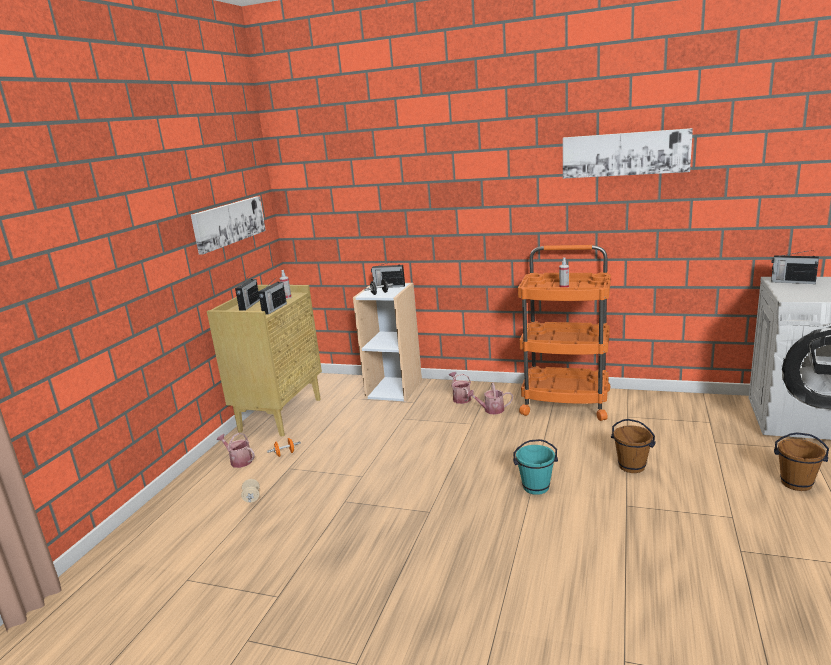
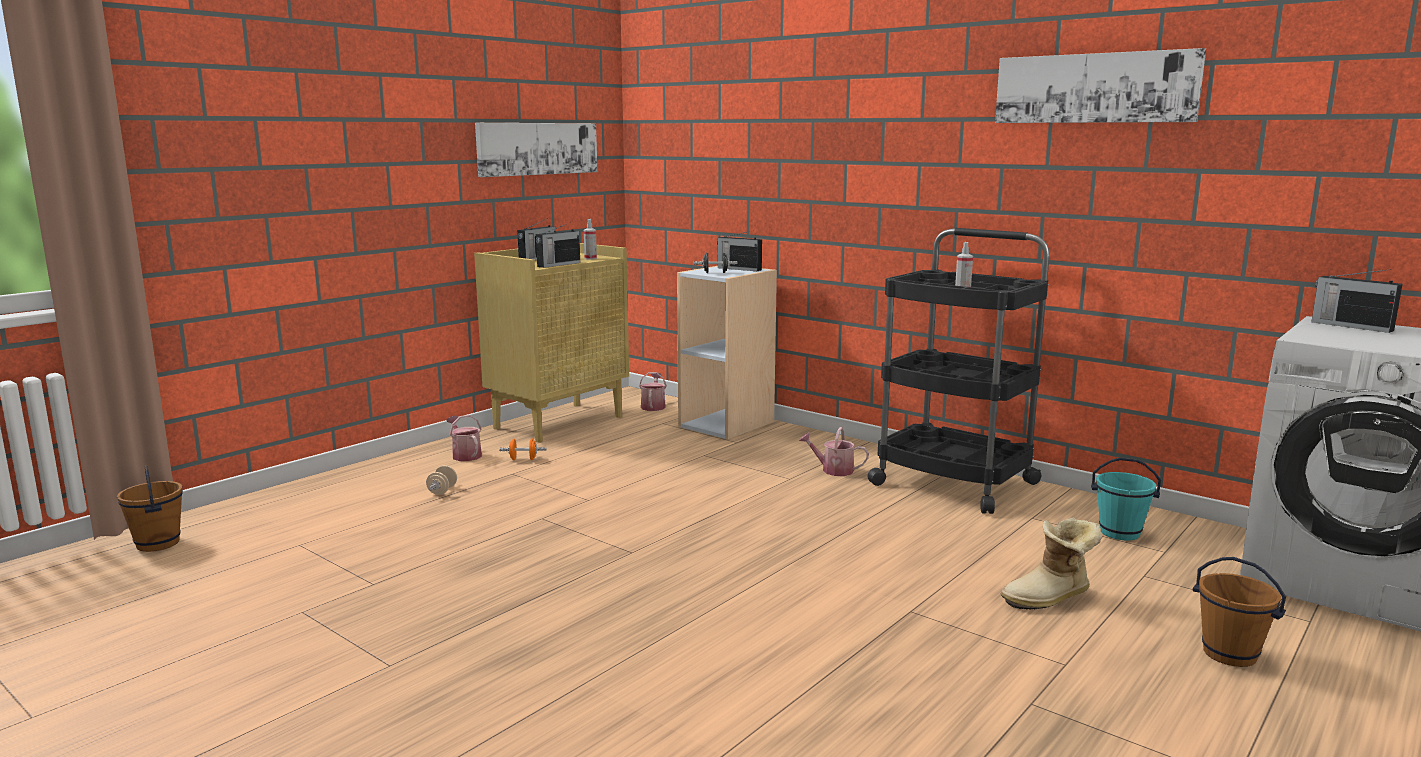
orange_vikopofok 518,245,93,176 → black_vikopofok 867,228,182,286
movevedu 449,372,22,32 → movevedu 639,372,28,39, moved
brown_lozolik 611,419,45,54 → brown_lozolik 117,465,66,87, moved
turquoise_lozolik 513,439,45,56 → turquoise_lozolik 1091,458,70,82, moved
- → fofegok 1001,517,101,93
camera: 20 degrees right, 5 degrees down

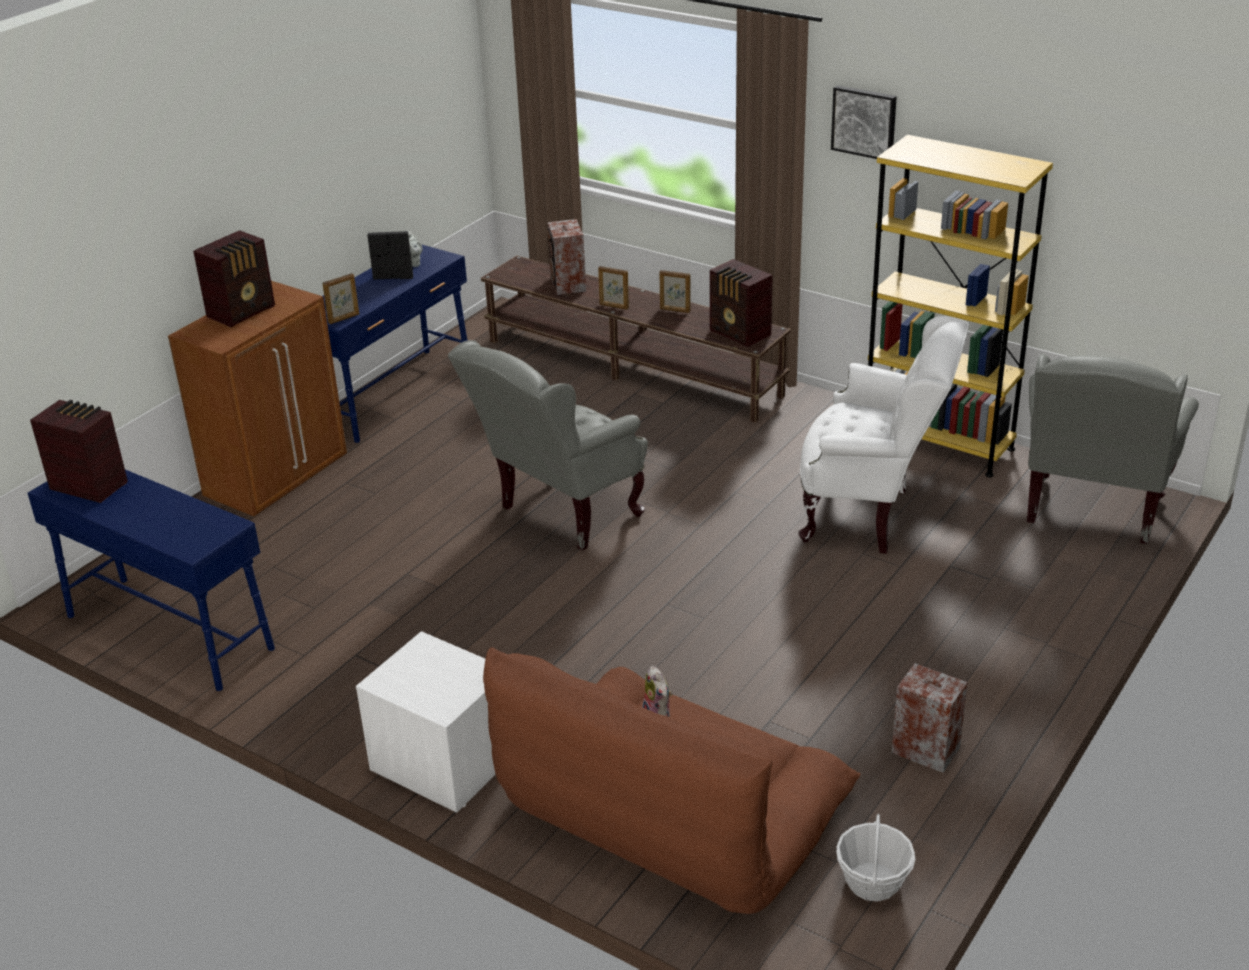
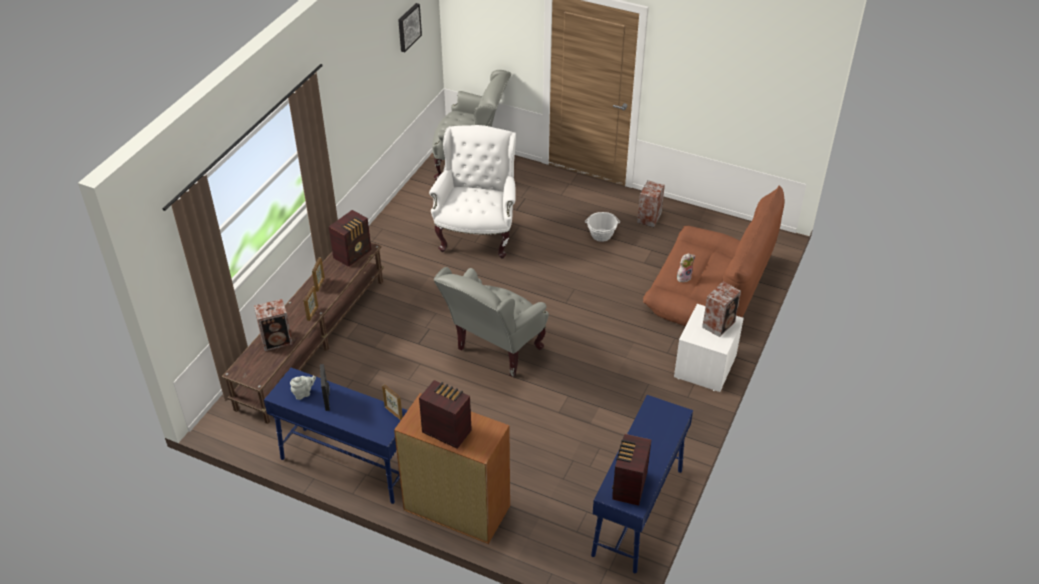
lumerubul 831,85,66,74 → lumerubul 398,3,24,49, moved
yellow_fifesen 868,135,185,342 → -
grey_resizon 448,340,200,211 → grey_resizon 434,267,115,110, 90 degrees clockwise
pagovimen 836,814,79,87 → pagovimen 585,212,35,30, moved
- → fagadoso 702,281,39,56
camera: 100 degrees left, 10 degrees up

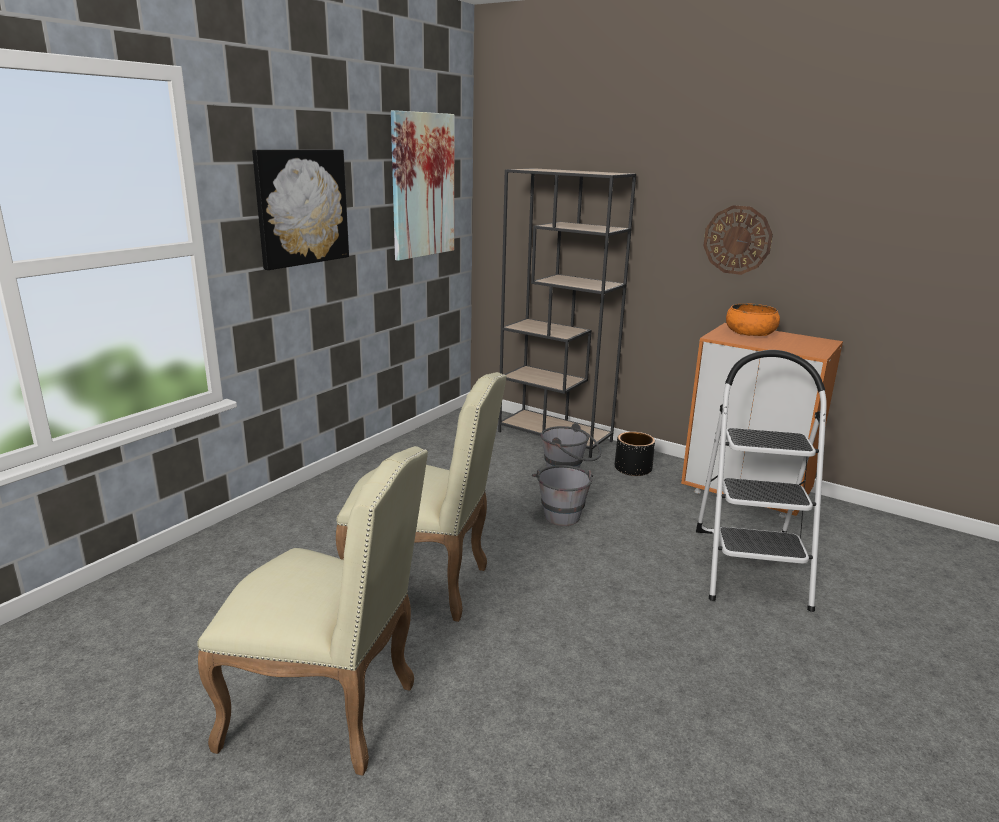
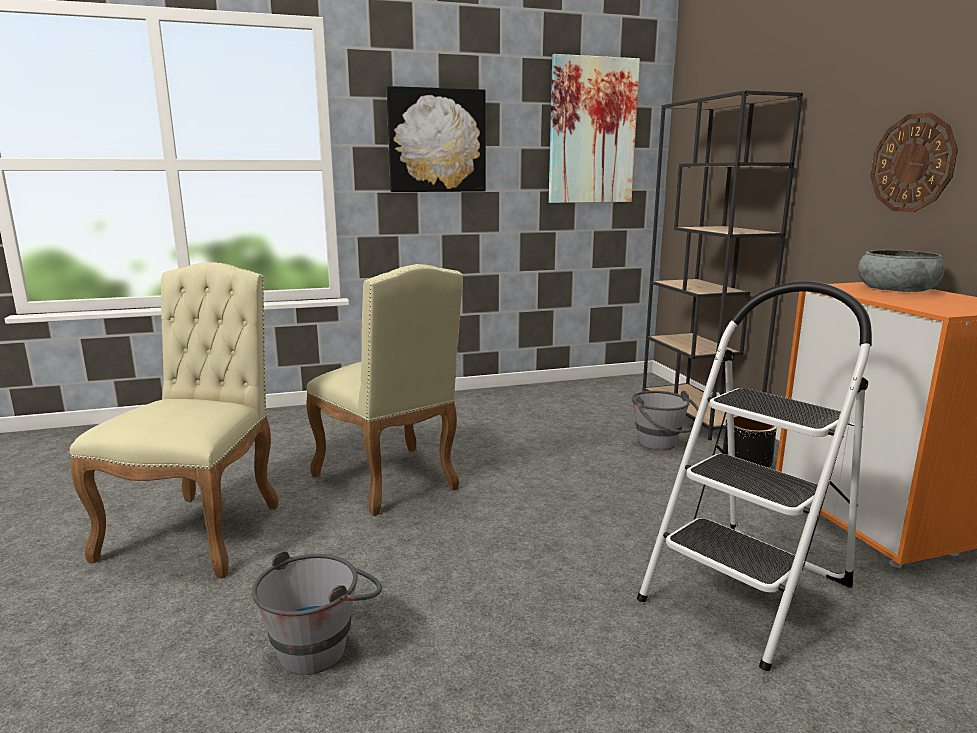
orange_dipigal 726,303,54,33 → grey_dipigal 858,250,87,42
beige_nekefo 197,446,231,330 → beige_nekefo 70,262,209,316, 135 degrees counterclockwise
grey_lozolik 532,465,61,61 → grey_lozolik 252,551,130,124, moved
camera: 40 degrees right, 5 degrees down

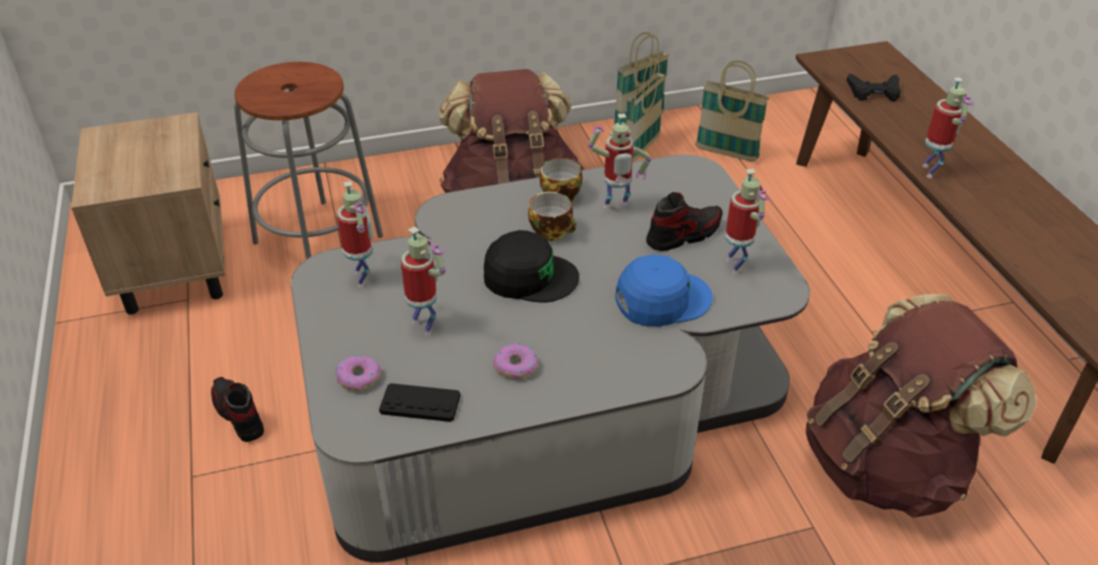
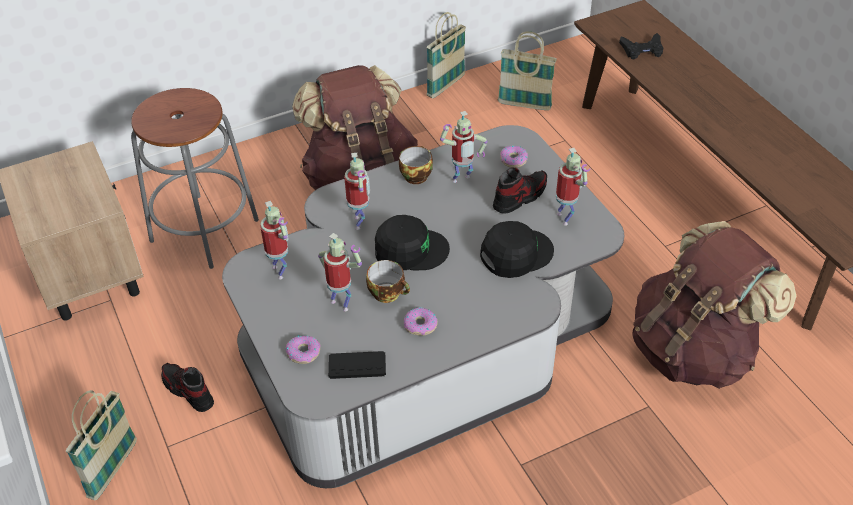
pagovimen 626,56,39,106 → pagovimen 66,390,71,111, moved
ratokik 923,78,51,100 → ratokik 344,153,26,77, moved
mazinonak 528,192,48,49 → mazinonak 366,260,44,43, moved
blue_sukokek 615,255,98,72 → black_sukokek 480,221,74,57
- → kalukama 500,146,28,22
camera: 10 degrees left, 5 degrees up

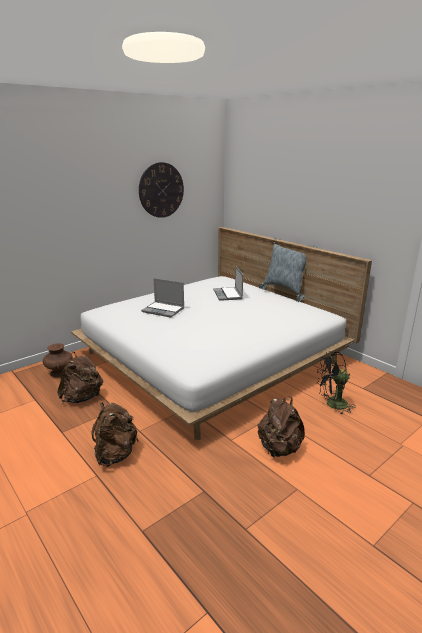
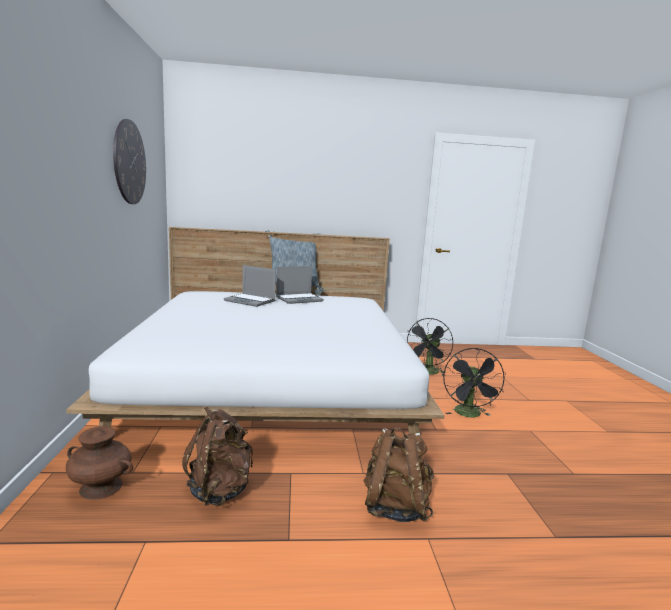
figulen 141,278,44,40 → figulen 276,266,48,38, moved
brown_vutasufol 258,397,47,60 → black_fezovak 443,348,63,69
camera: 55 degrees left, 10 degrees down

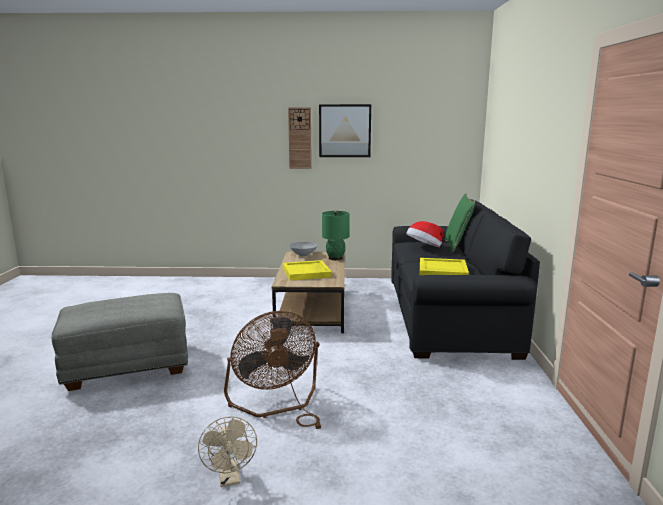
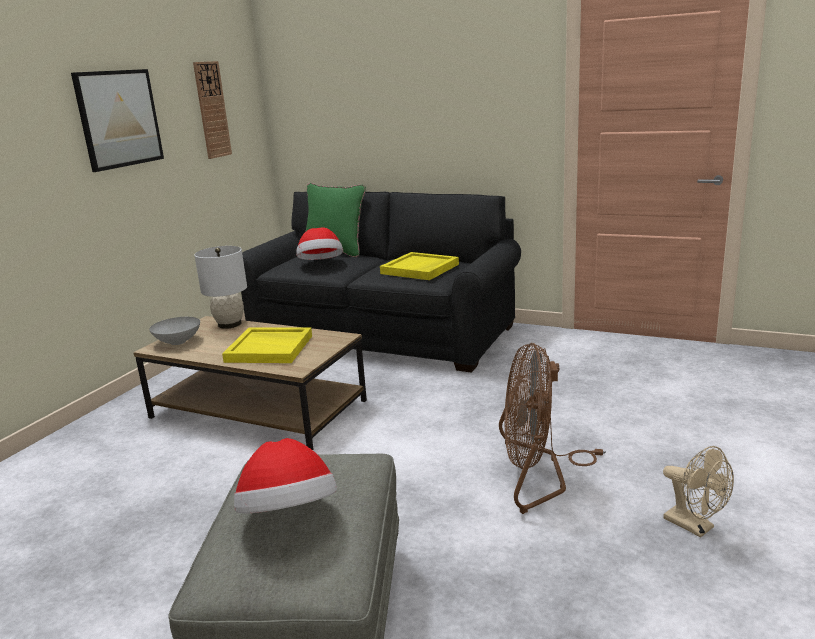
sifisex 288,107,24,62 → sifisex 193,61,39,98, moved
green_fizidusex 322,211,28,49 → white_fizidusex 194,246,53,83
beige_fezovak 198,416,59,71 → beige_fezovak 663,446,71,92, 45 degrees clockwise
- → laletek 234,438,103,75
camera: 65 degrees left, 5 degrees up

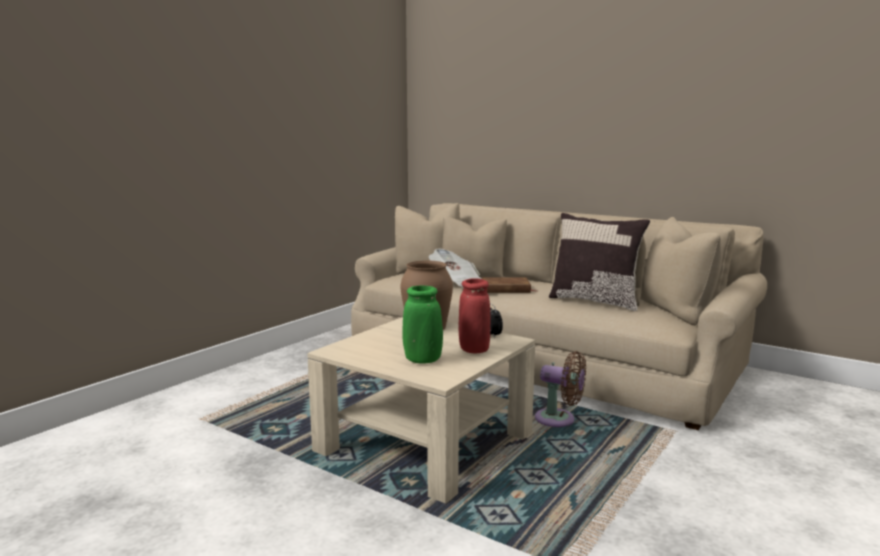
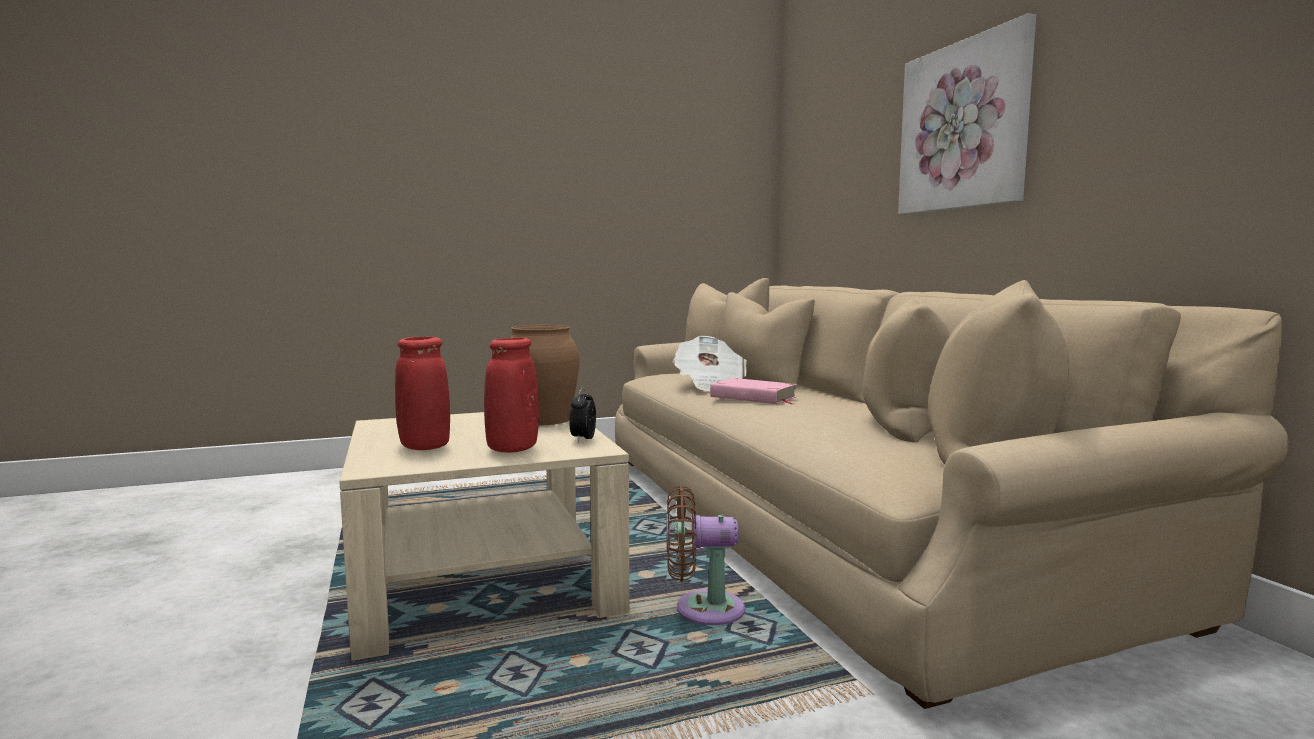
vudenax 549,213,101,98 → -
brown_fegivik 482,277,53,16 → pink_fegivik 710,378,87,26
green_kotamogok 402,285,41,79 → red_kotamogok 395,337,55,113
brown_fezovak 535,351,51,76 → brown_fezovak 666,486,79,139, 120 degrees clockwise
- → lumerubul 898,13,138,201
camera: 35 degrees right, 5 degrees down

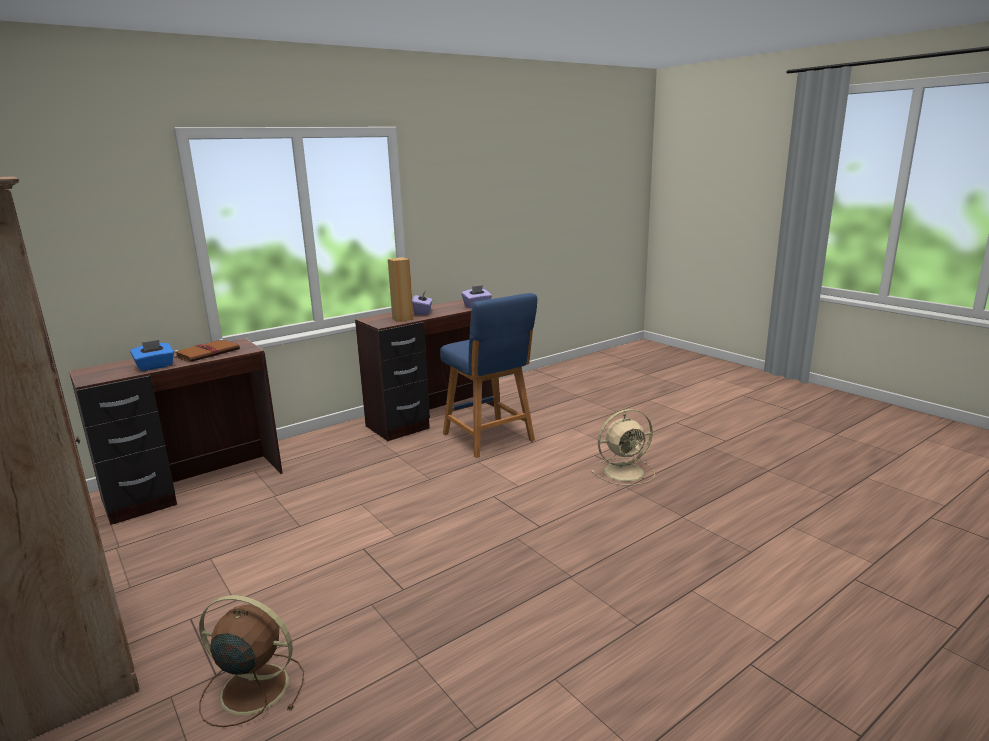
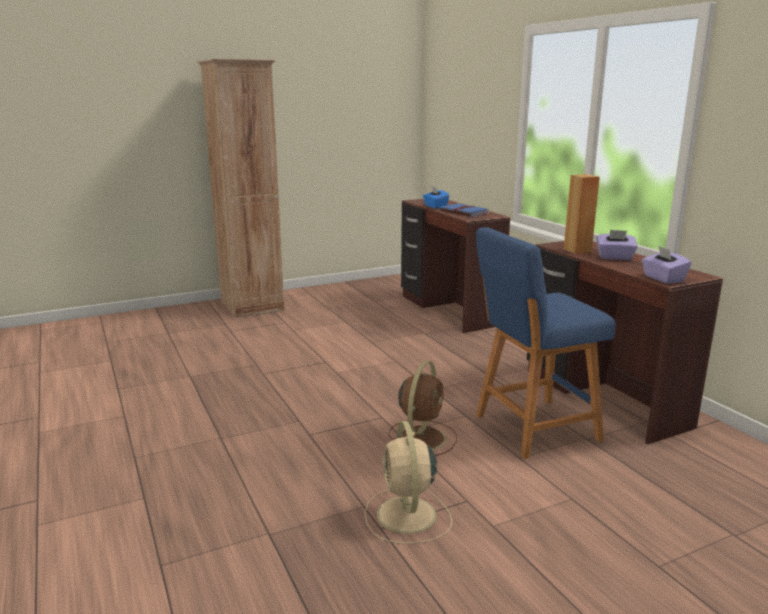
brown_fegivik 174,339,66,23 → blue_fegivik 440,203,49,14
brown_fezovak 199,595,105,132 → brown_fezovak 389,361,68,95, moved
camera: 100 degrees right, 0 degrees up

